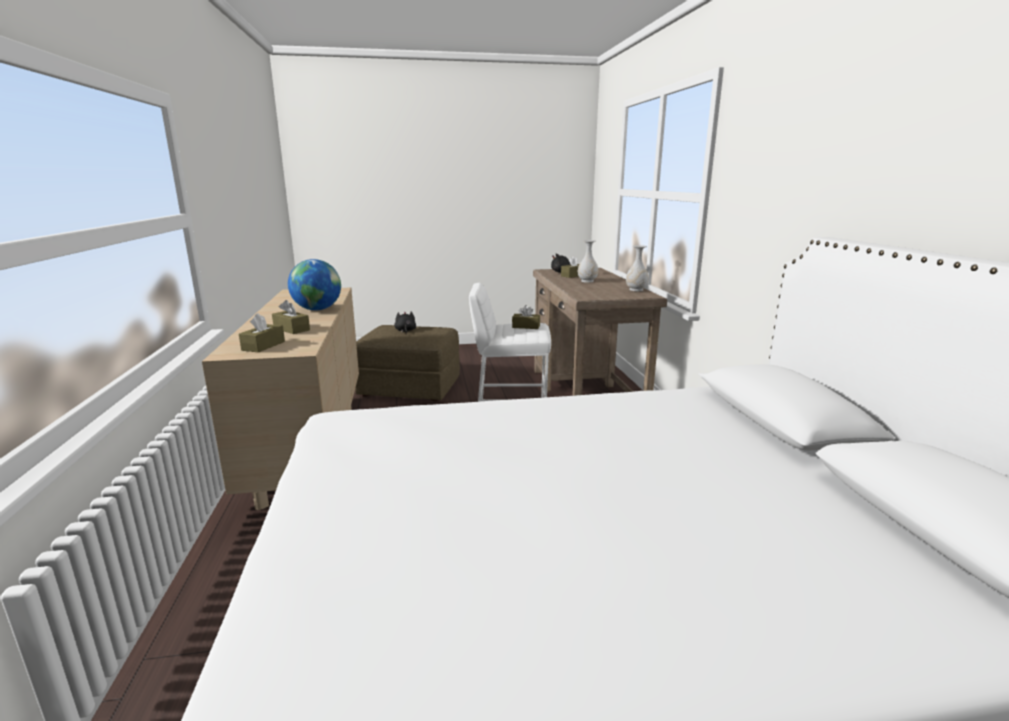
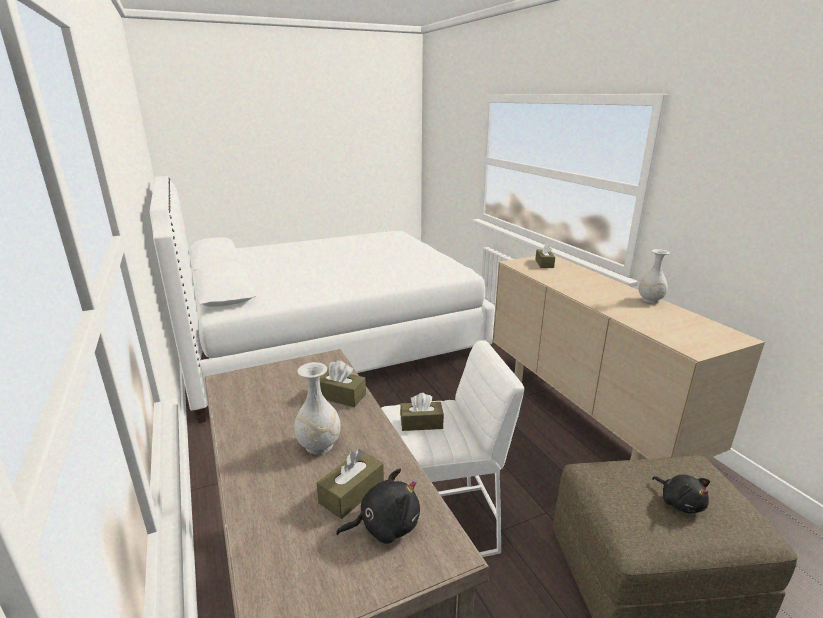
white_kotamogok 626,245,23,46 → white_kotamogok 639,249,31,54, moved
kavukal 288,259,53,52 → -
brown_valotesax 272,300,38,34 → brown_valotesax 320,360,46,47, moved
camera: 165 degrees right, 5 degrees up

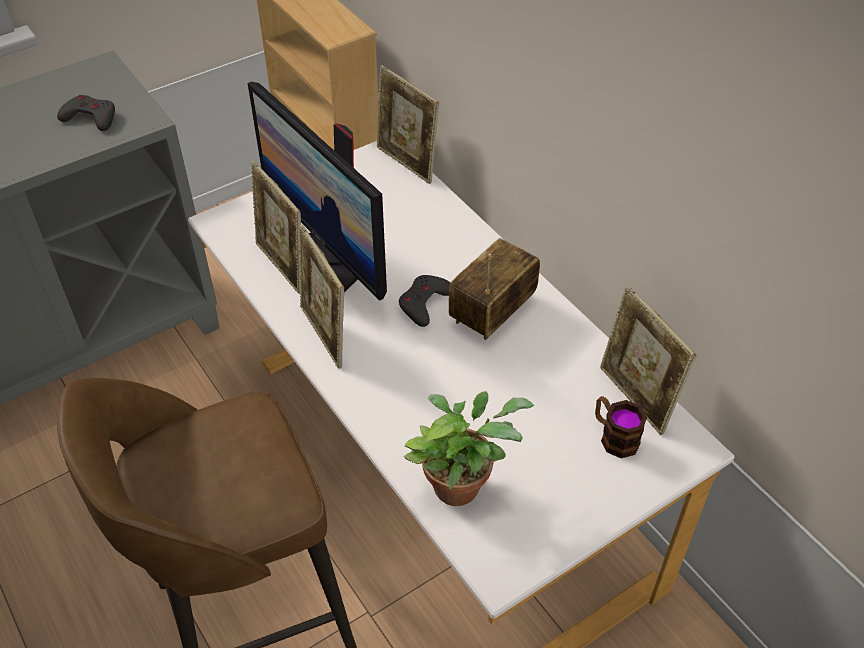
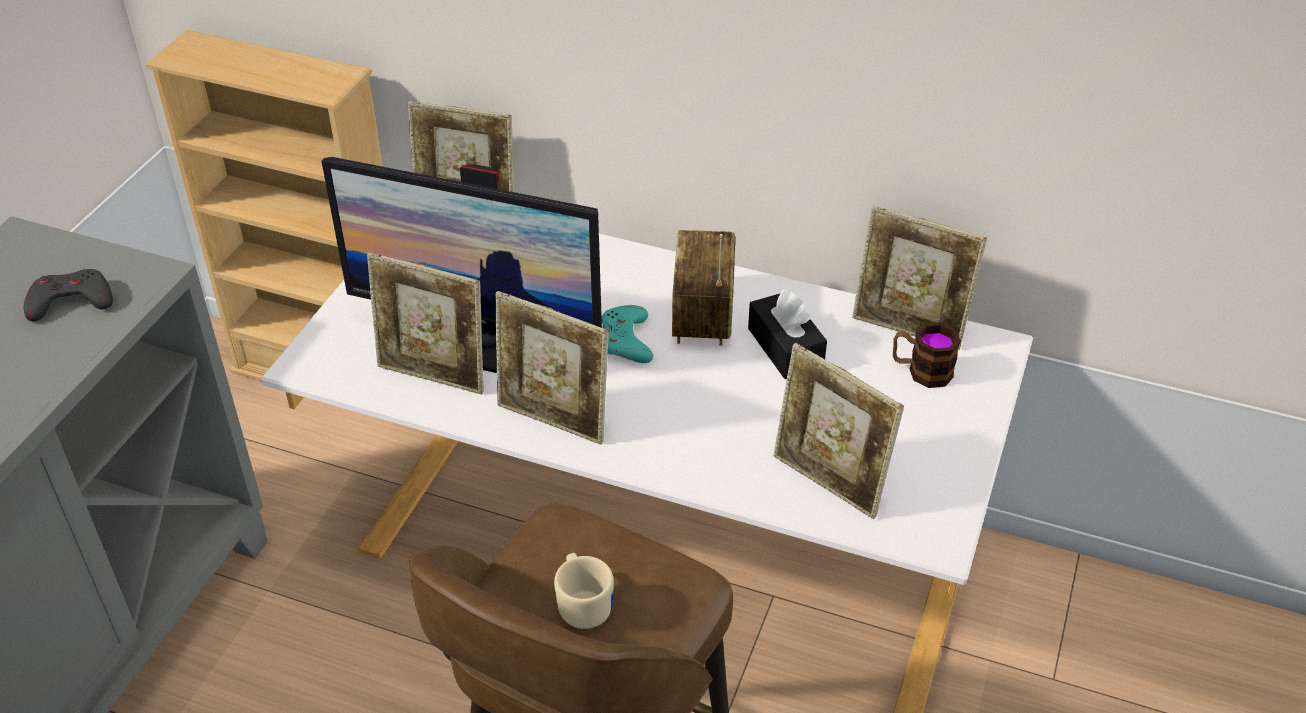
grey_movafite 399,275,51,52 → turquoise_movafite 602,305,51,58
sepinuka 404,391,131,115 → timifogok 774,343,130,176
- → black_valotesax 748,289,79,90
- → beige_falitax 554,553,60,76
camera: 35 degrees left, 5 degrees down

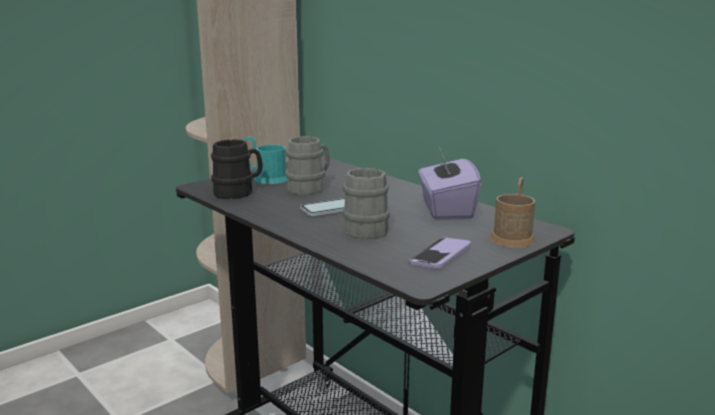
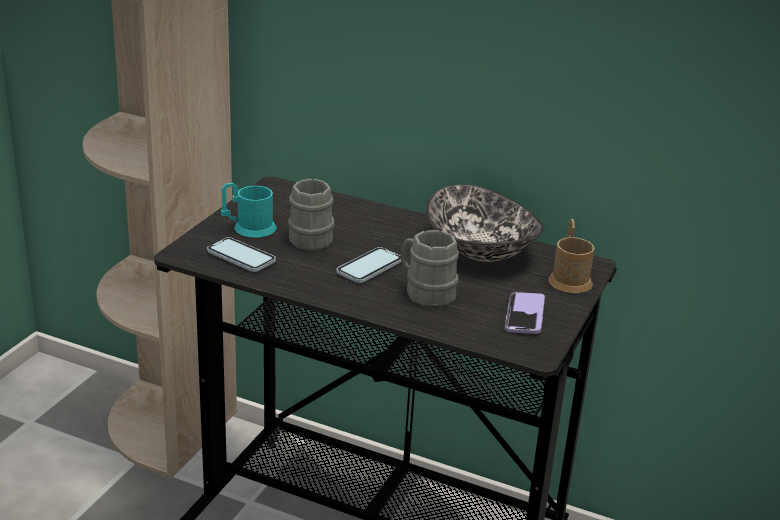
black_falitax 211,139,52,60 → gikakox 207,237,69,35
purple_valotesax 418,147,63,73 → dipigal 426,184,118,78
camera: 25 degrees left, 10 degrees up

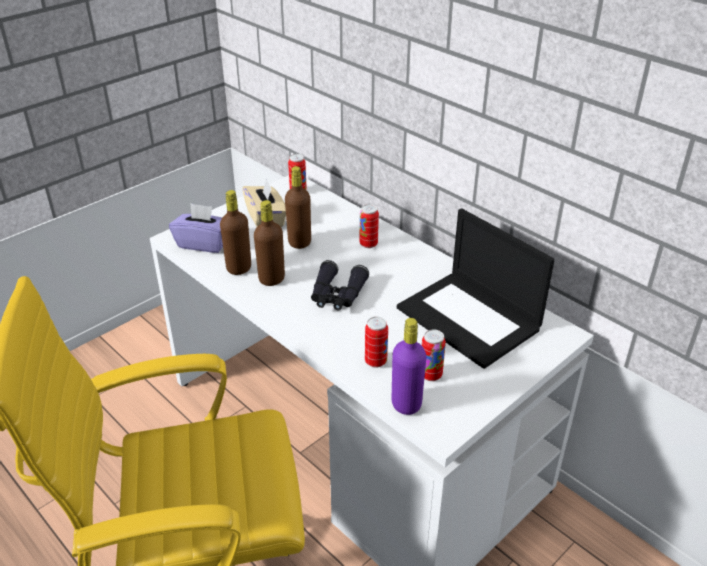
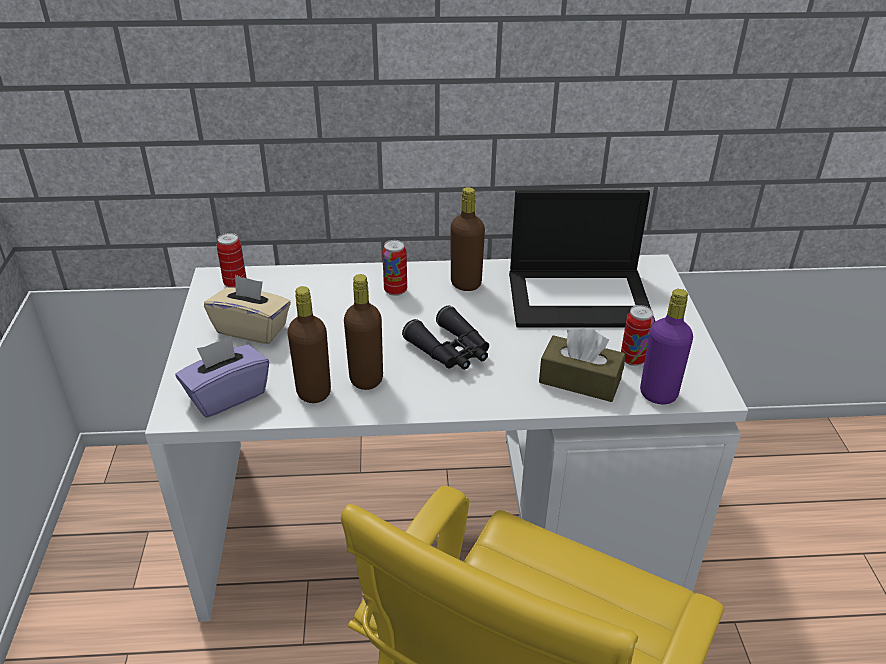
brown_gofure 285,166,26,83 → brown_gofure 451,187,34,104, moved
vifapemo 365,316,23,52 → brown_valotesax 539,327,87,75
camera: 50 degrees left, 0 degrees up

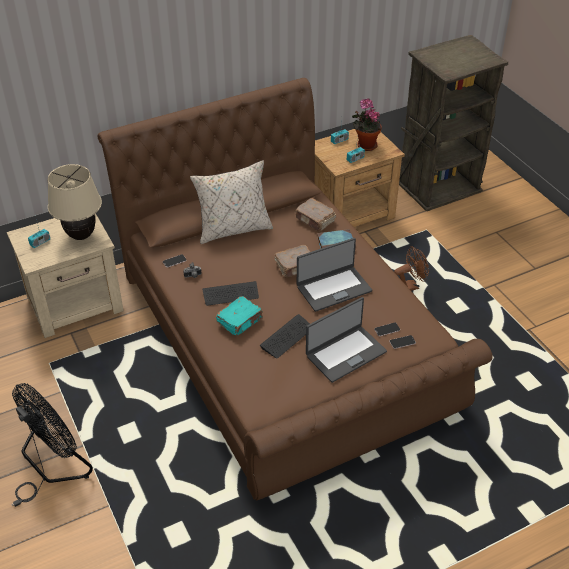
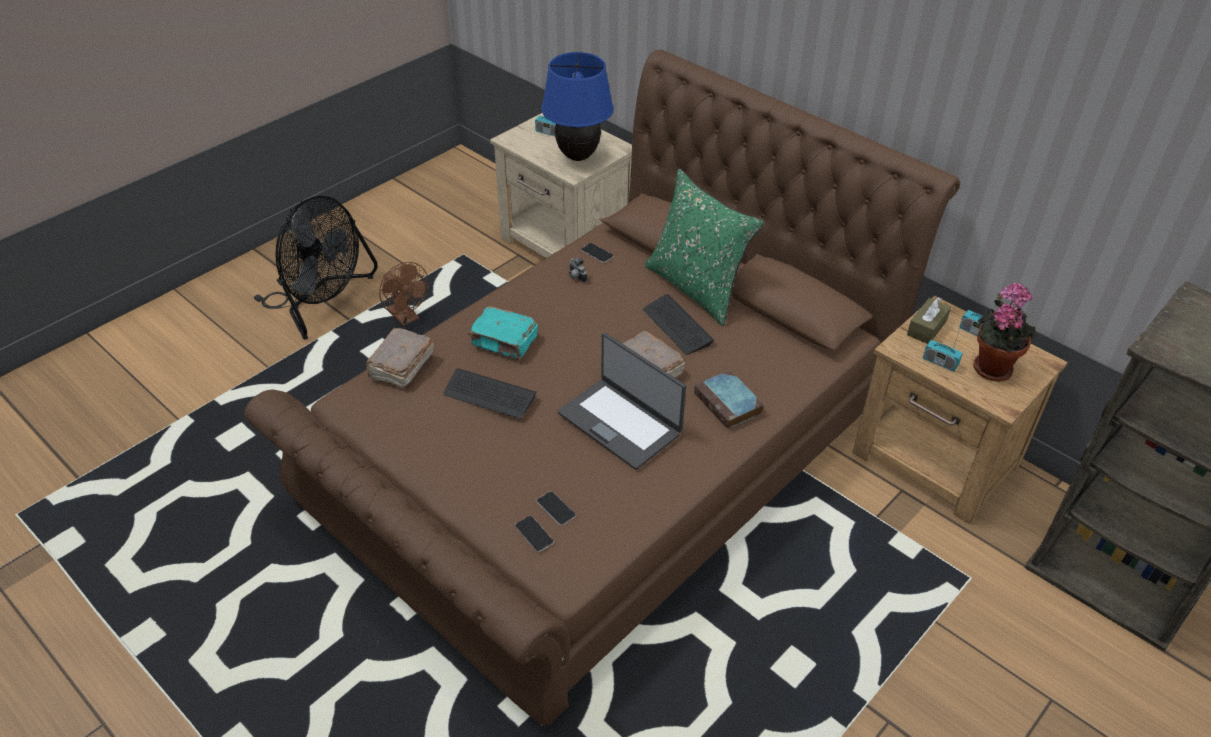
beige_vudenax 190,160,83,84 → green_vudenax 644,169,120,157
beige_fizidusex 47,164,55,76 → blue_fizidusex 542,52,72,109
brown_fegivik 294,198,42,34 → brown_fegivik 366,328,68,61, moved
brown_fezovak 394,246,35,45 → brown_fezovak 379,262,50,64, moved
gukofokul 202,281,57,25 → gukofokul 643,294,71,61, moved
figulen 306,297,81,86 → -
- → brown_valotesax 907,297,44,47
camera: 70 degrees right, 0 degrees up

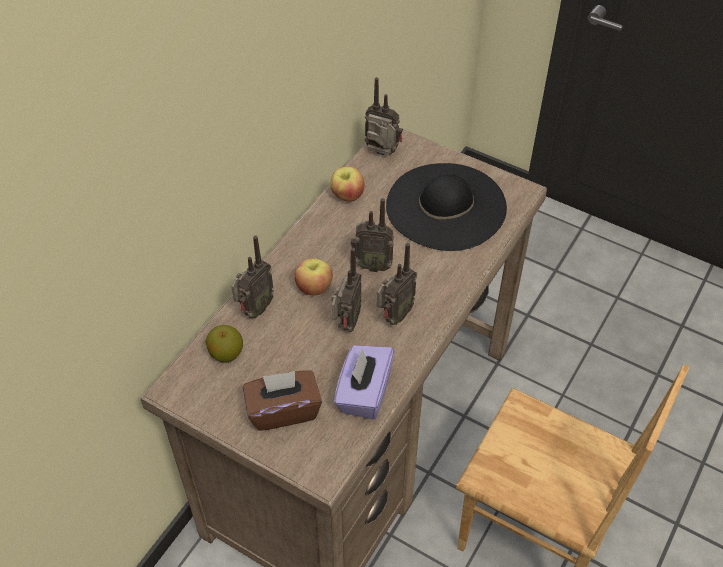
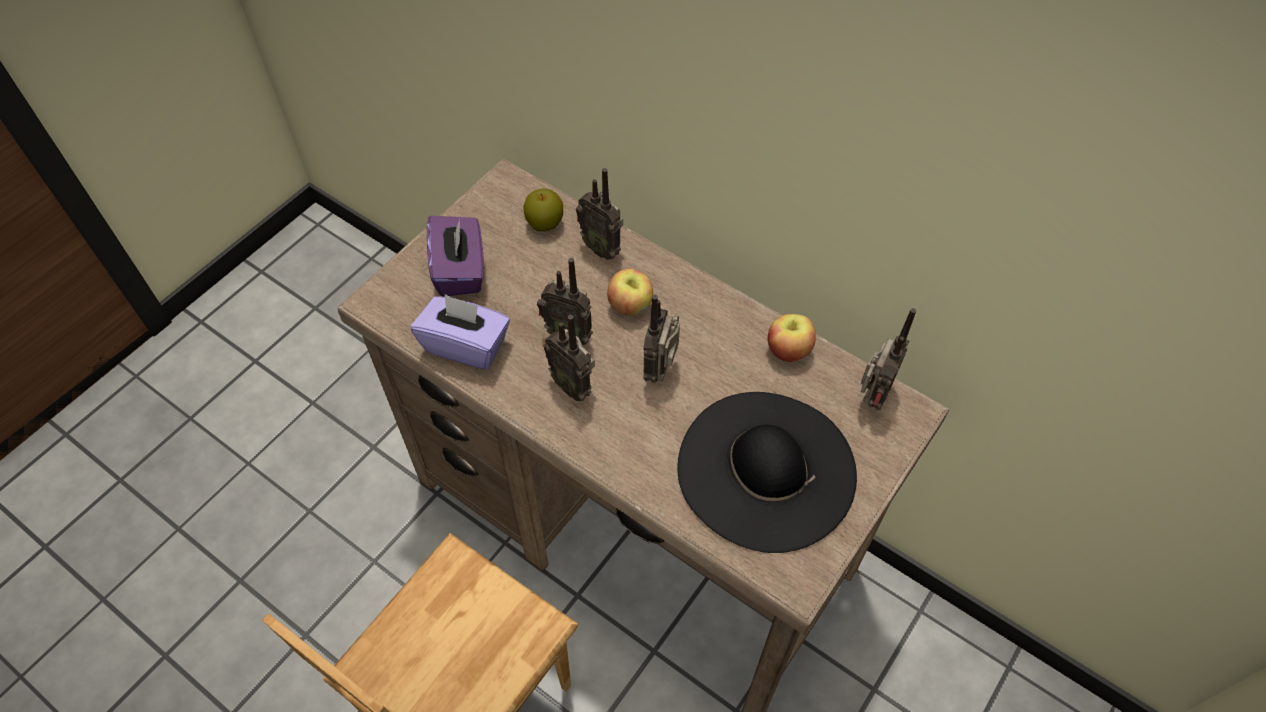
brown_valotesax 243,371,79,60 → purple_valotesax 427,216,57,81
camera: 95 degrees right, 5 degrees up

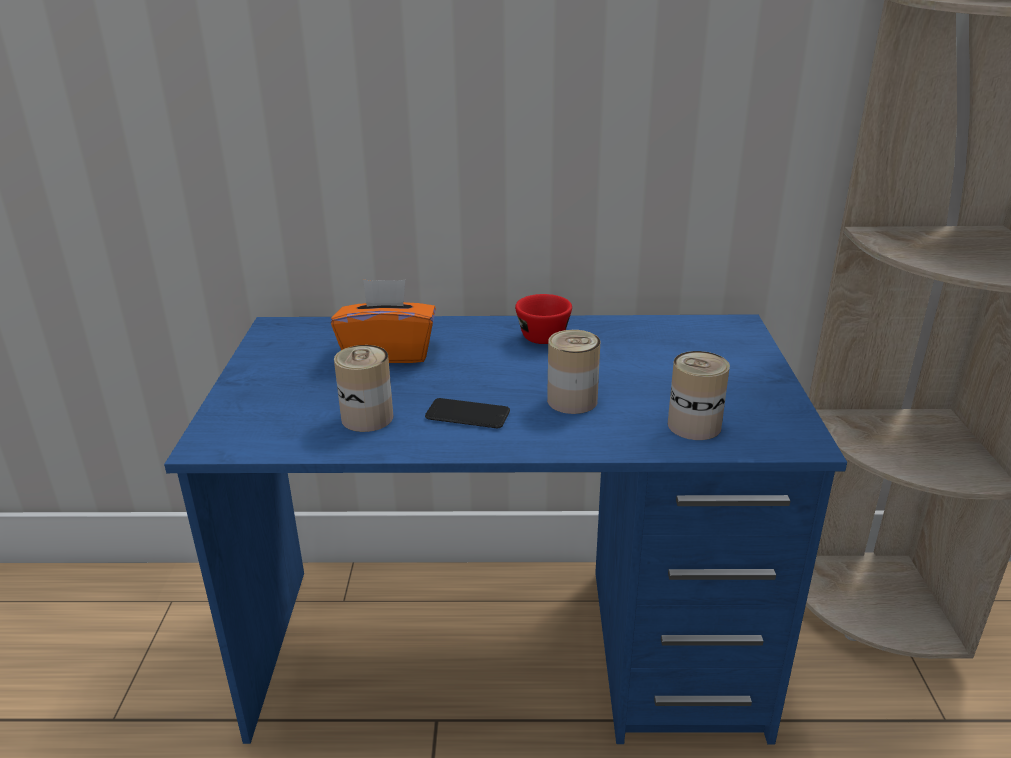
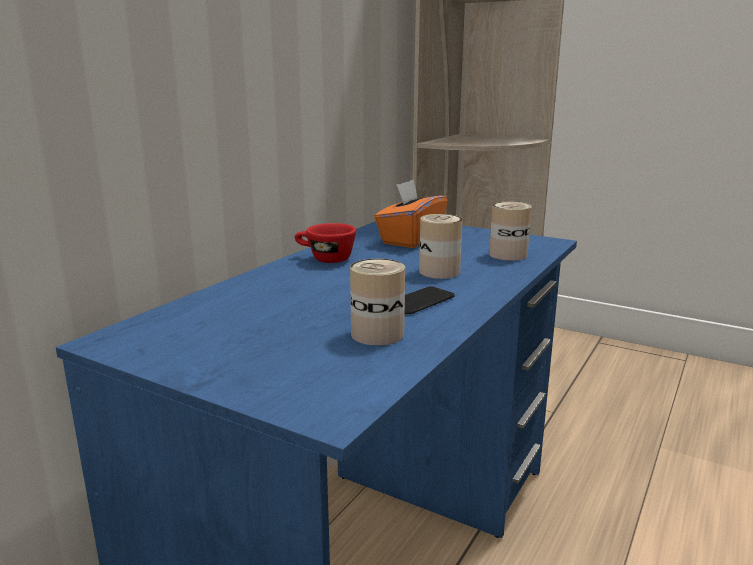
orange_valotesax 331,279,105,84 → orange_valotesax 374,179,74,69, moved
camera: 60 degrees left, 10 degrees down

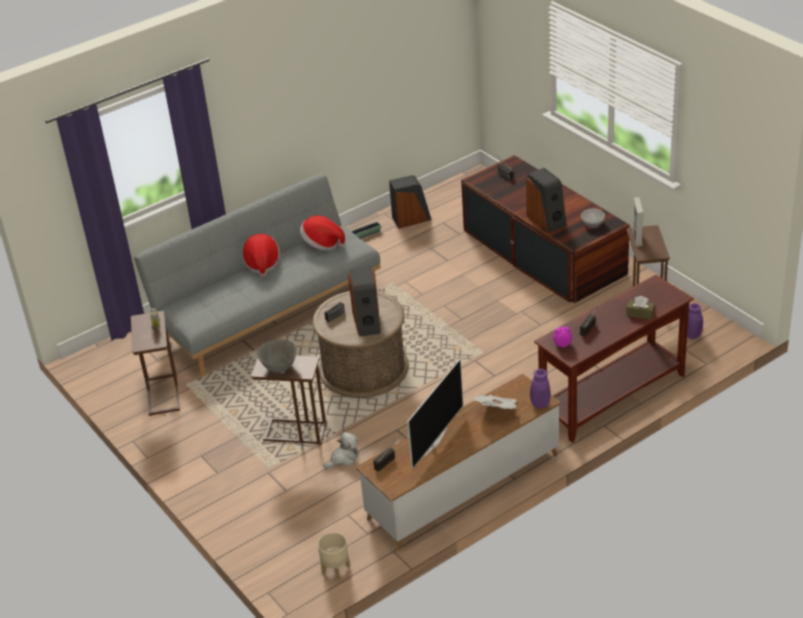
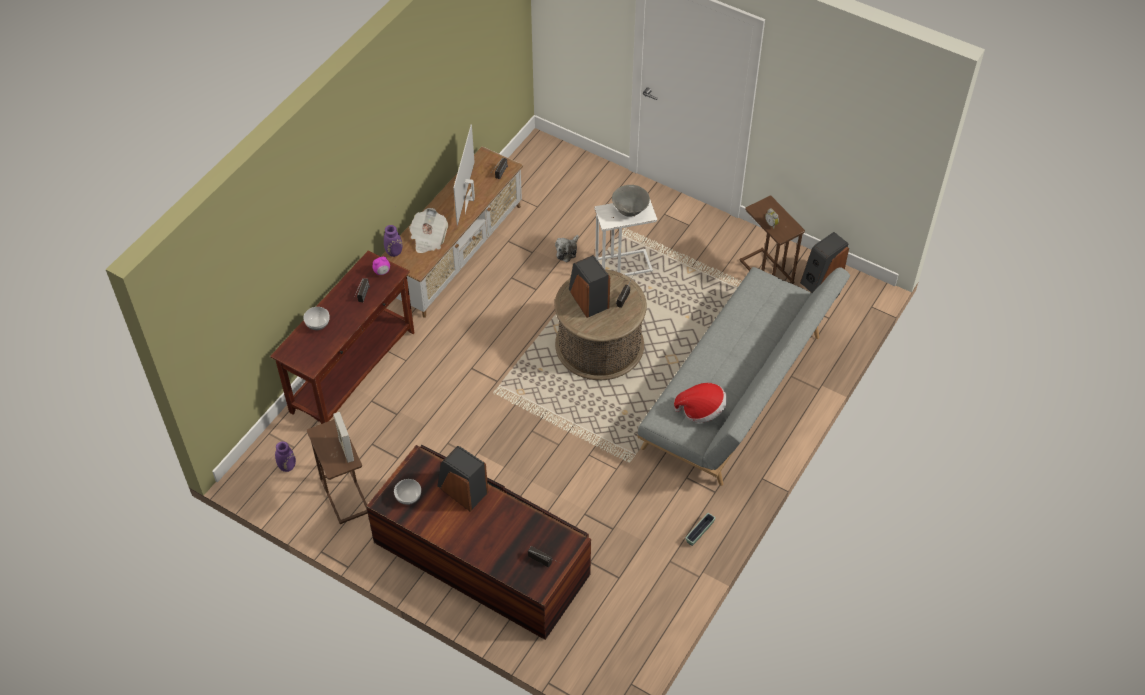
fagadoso 389,175,42,54 → fagadoso 800,232,49,61, moved
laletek 242,234,38,43 → -
brown_valotesax 626,296,29,24 → dipigal 303,307,27,23
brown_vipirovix 251,356,76,88 → white_vipirovix 594,200,63,76
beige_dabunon 318,532,32,48 → -
camera: 155 degrees right, 15 degrees up

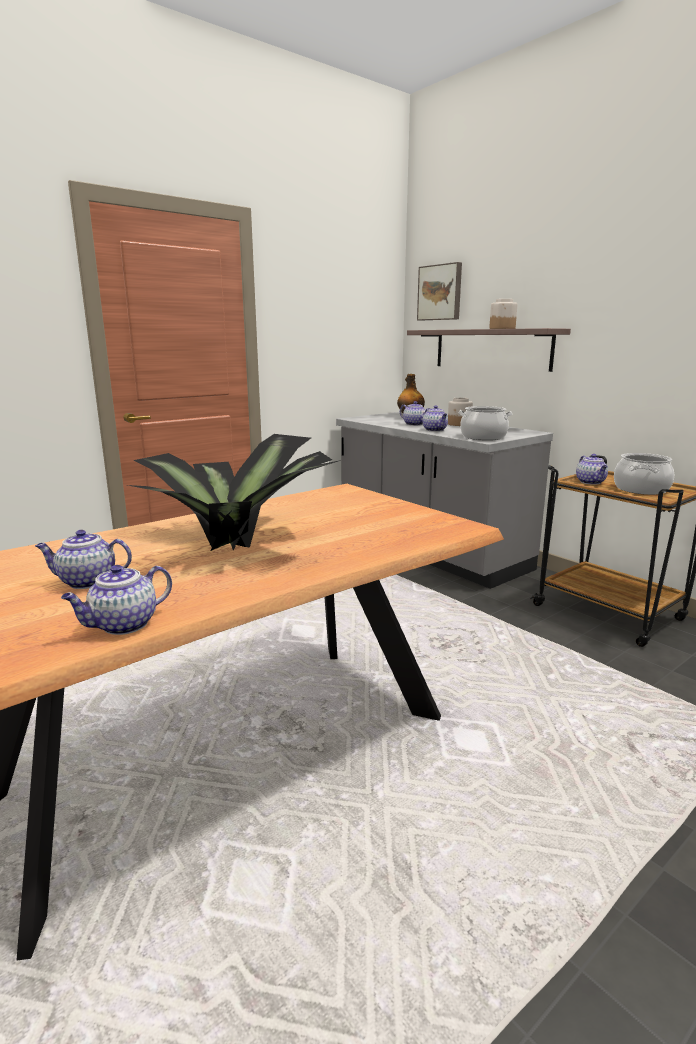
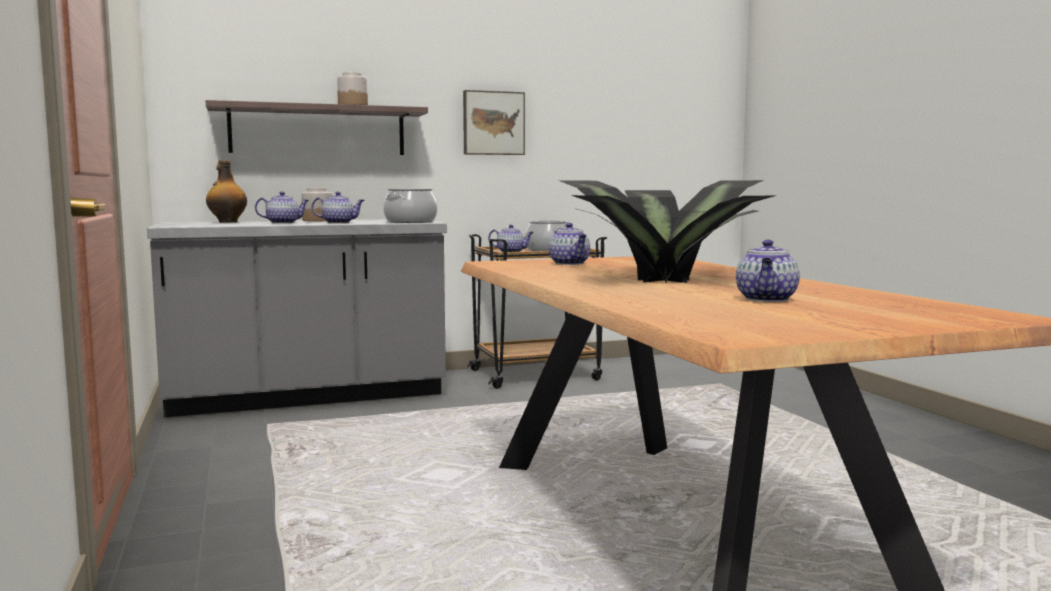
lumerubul 417,262,45,58 → lumerubul 463,90,62,65, moved
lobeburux 61,565,111,70 → lobeburux 548,223,42,42, moved
camera: 70 degrees left, 10 degrees down

